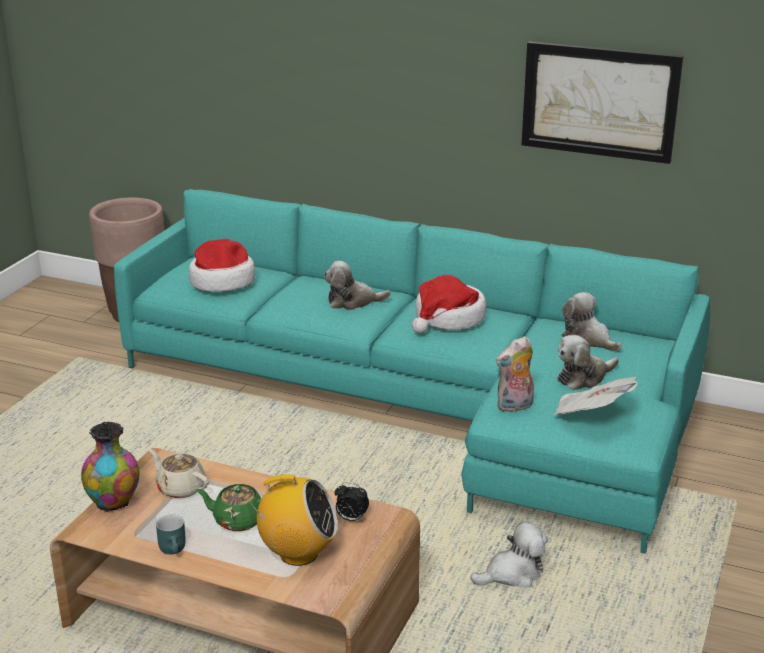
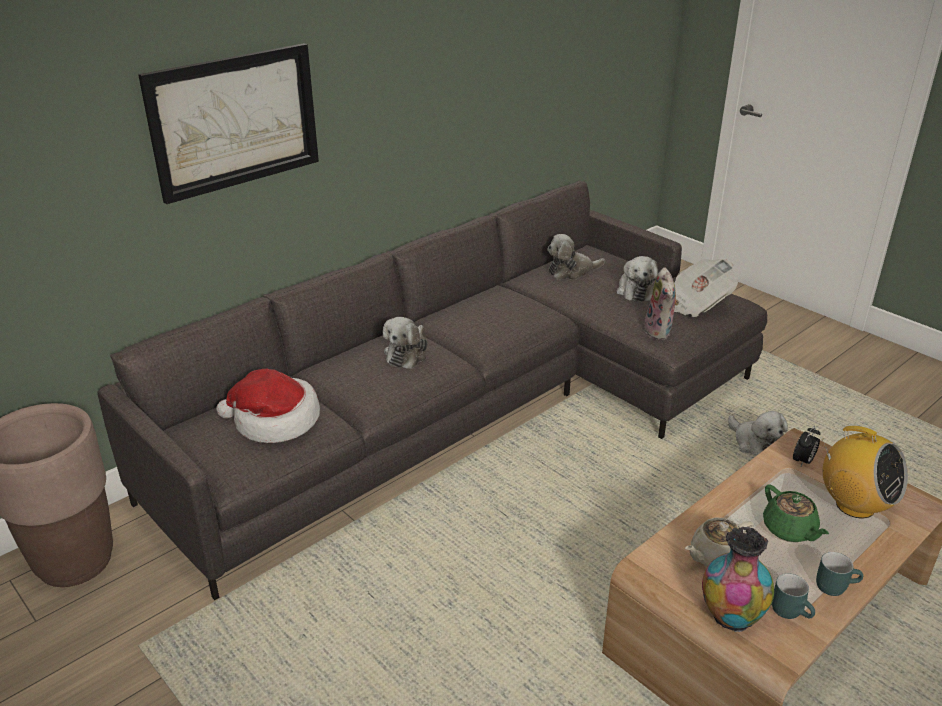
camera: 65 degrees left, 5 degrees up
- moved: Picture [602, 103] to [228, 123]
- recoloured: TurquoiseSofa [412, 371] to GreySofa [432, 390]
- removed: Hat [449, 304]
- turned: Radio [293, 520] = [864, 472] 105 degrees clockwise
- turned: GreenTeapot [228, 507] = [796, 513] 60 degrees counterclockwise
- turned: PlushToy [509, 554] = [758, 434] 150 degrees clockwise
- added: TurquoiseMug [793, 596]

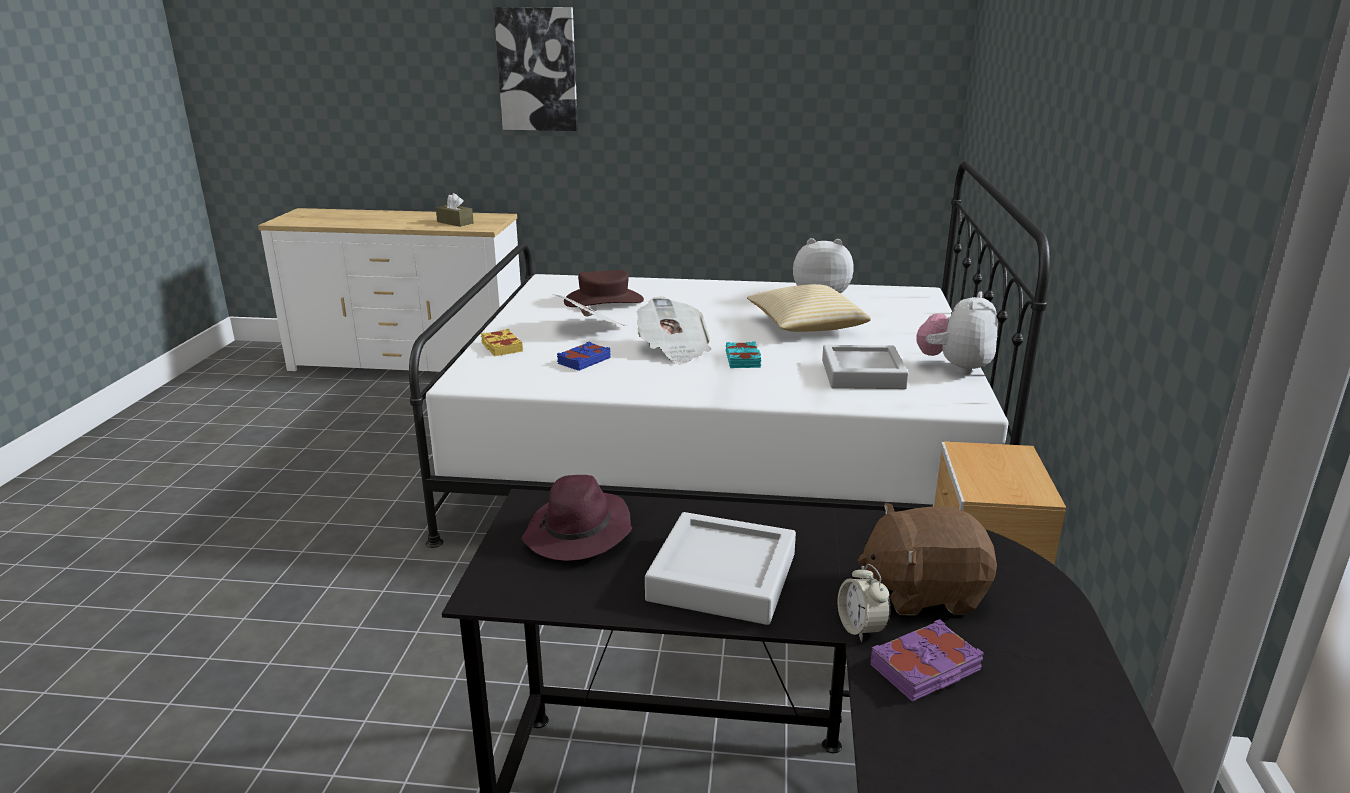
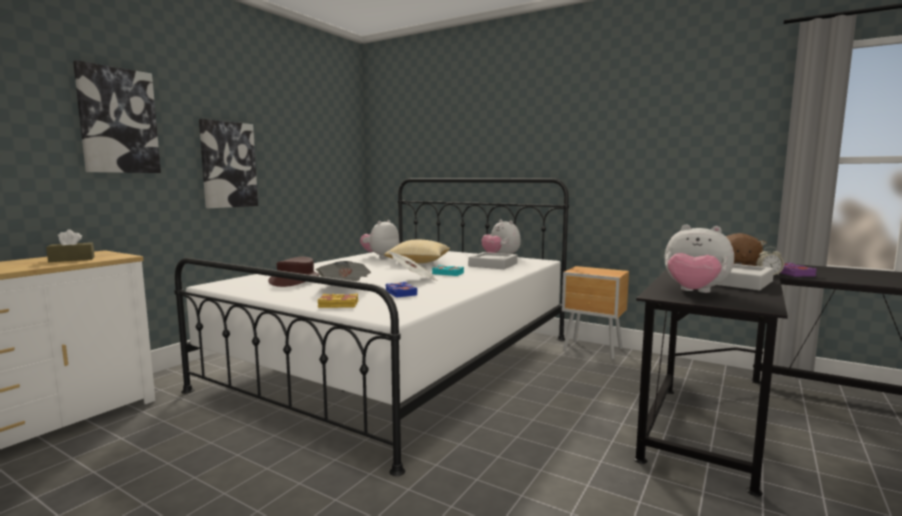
camera: 65 degrees left, 15 degrees down
- replaced: PurpleHat [577, 518] to PlushToy [699, 259]
- added: Picture [228, 163]

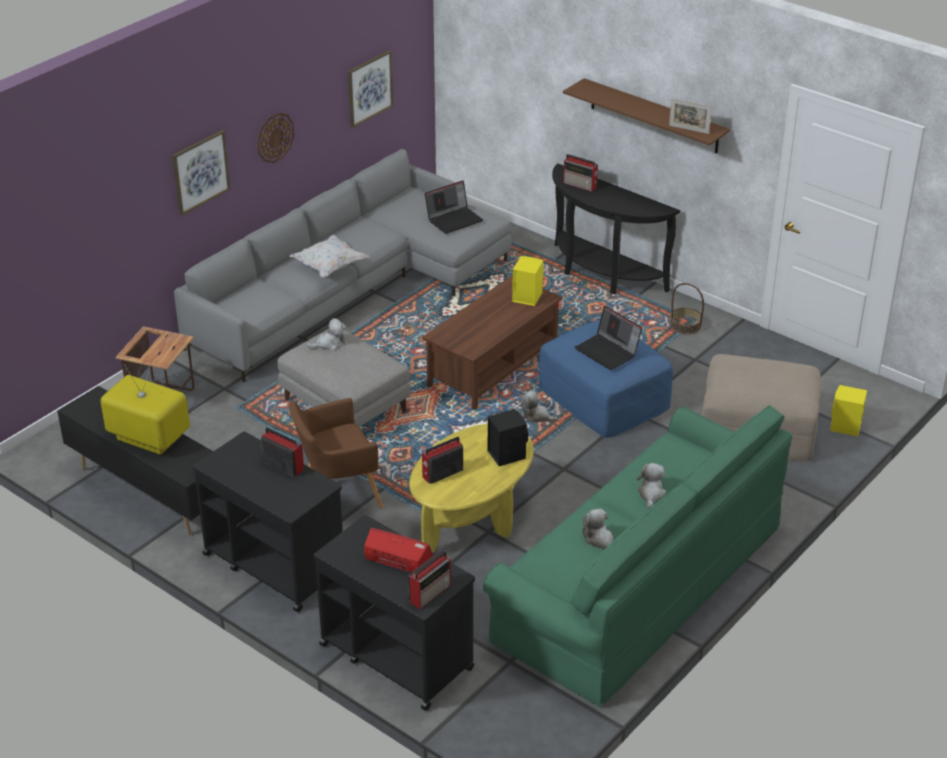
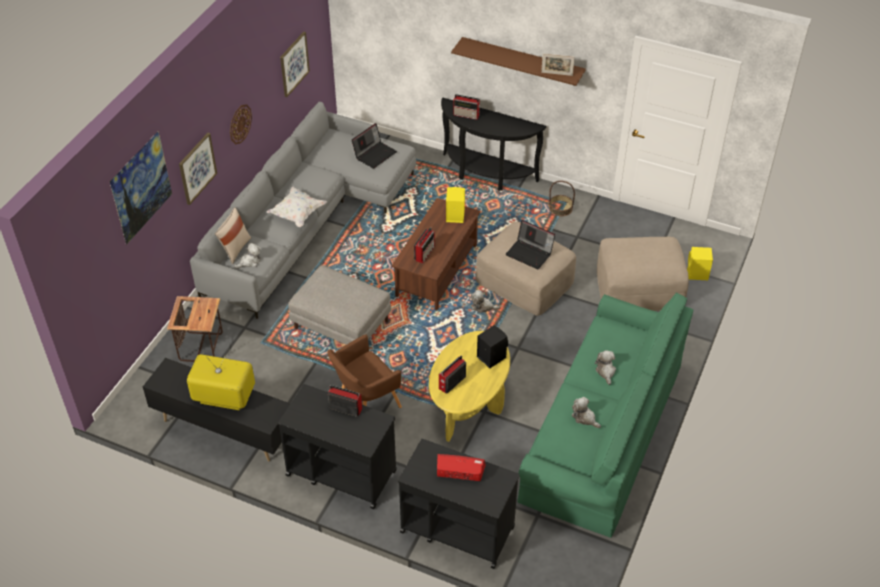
camera: 15 degrees left, 10 degrees up
- moved: PlushToy [326, 334] to [247, 256]
- recoloured: BlueOttoman [606, 378] to BeigeOttoman [526, 269]
- moved: Radio [429, 580] to [424, 245]
- added: Picture [141, 188]
- added: BeigePillow [233, 235]

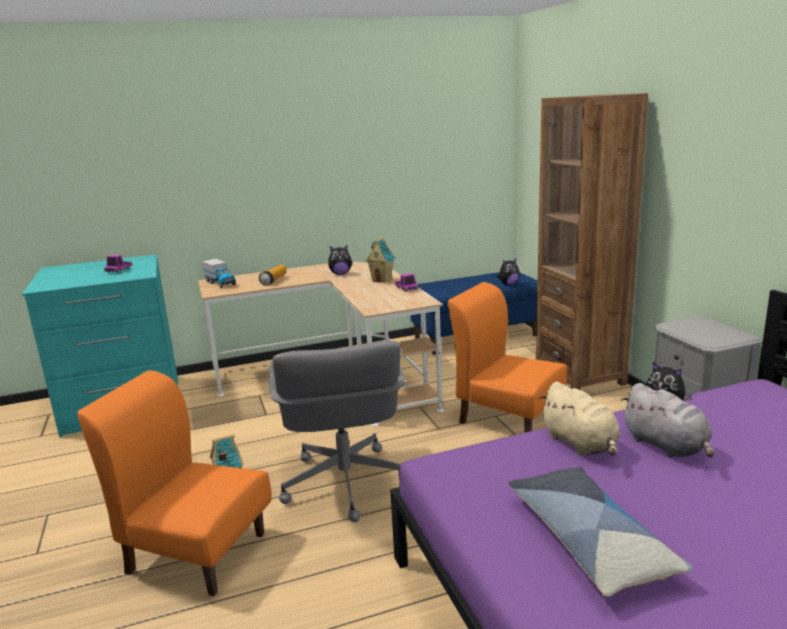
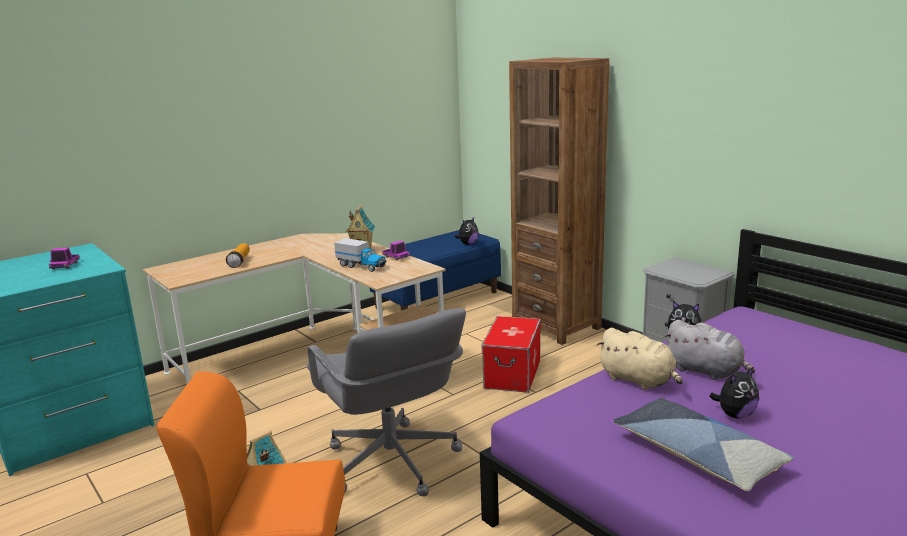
camera: 20 degrees left, 0 degrees up
- moved: PlushToy [340, 260] to [734, 392]
- moved: ToyTruck [219, 273] to [360, 255]
- replaced: OrangeChair [507, 357] to StorageBox [511, 354]

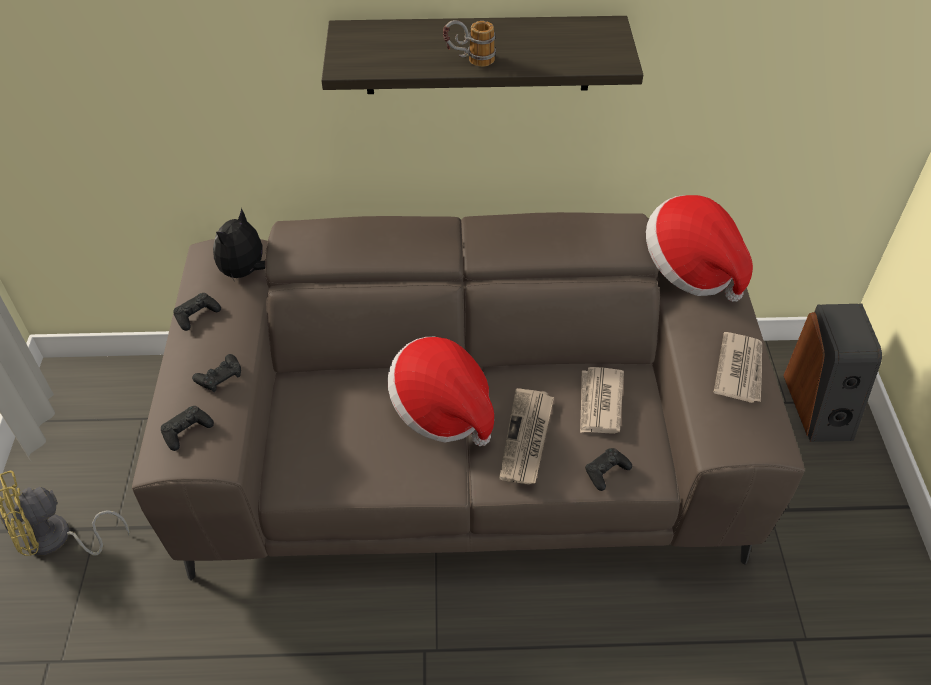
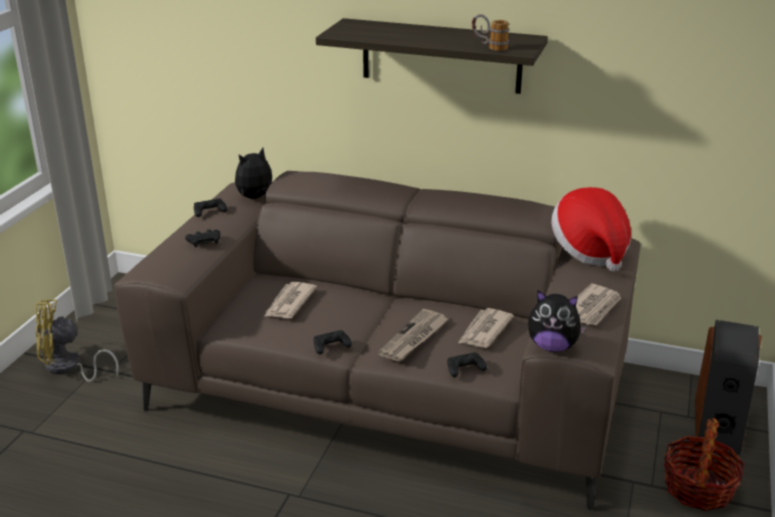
camera: 20 degrees right, 20 degrees down
- moved: Mug [469, 43] to [490, 32]
- removed: Hat [440, 391]
- moved: BlackGameController [187, 428] to [333, 342]
- added: Newspaper [291, 300]
- added: PlushToy [557, 321]
- added: Basket [704, 464]

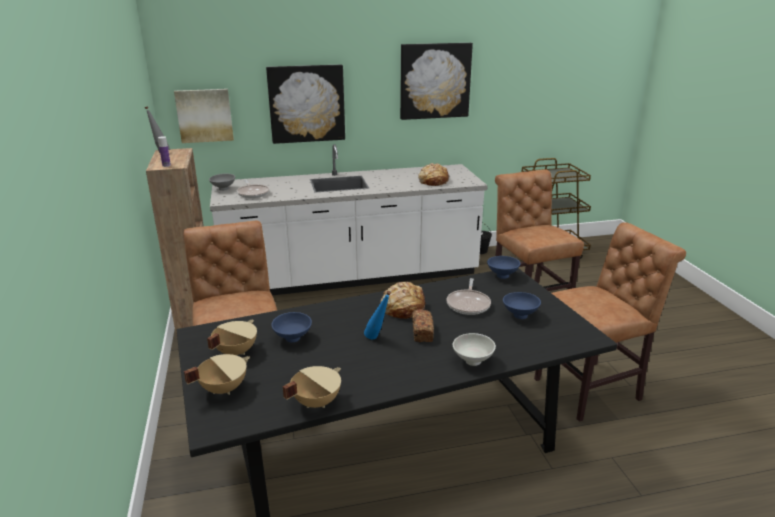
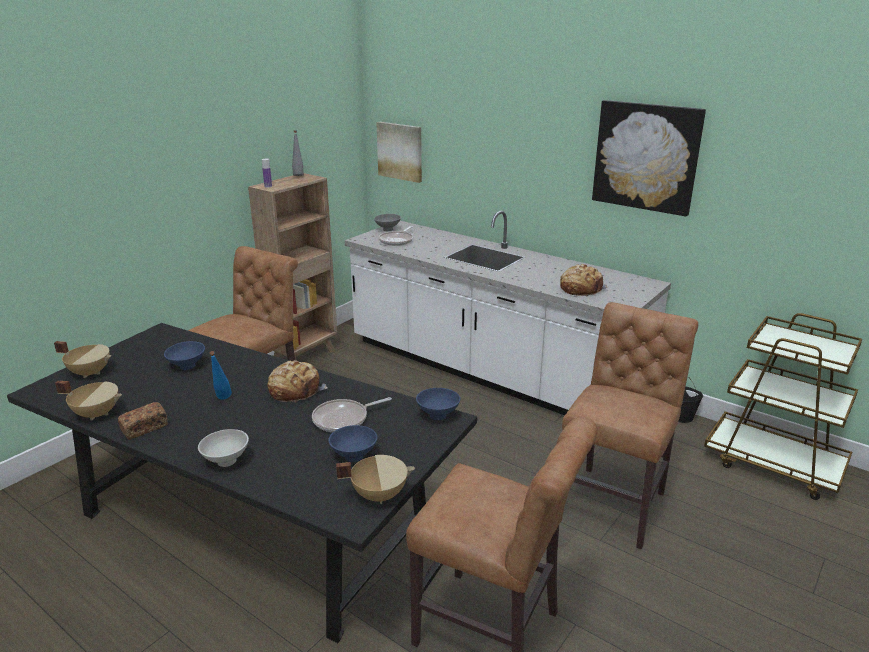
camera: 50 degrees right, 0 degrees up
- removed: Picture [305, 104]
- moved: Bread [423, 325] to [143, 421]
- moved: BeigeCookingPot [232, 337] to [375, 479]

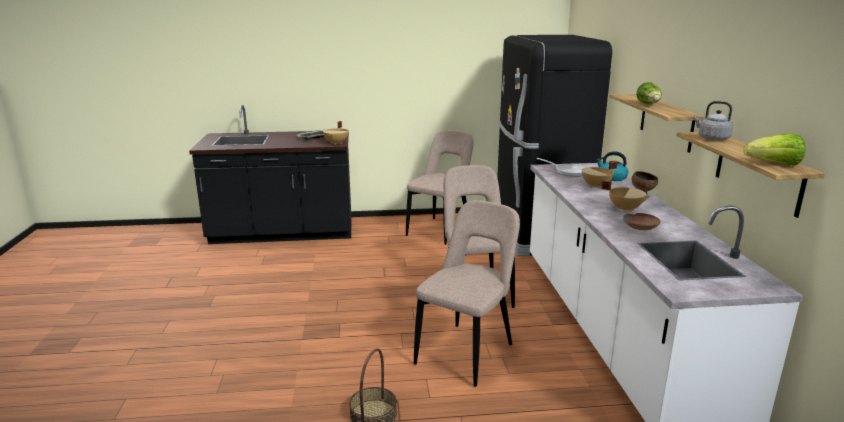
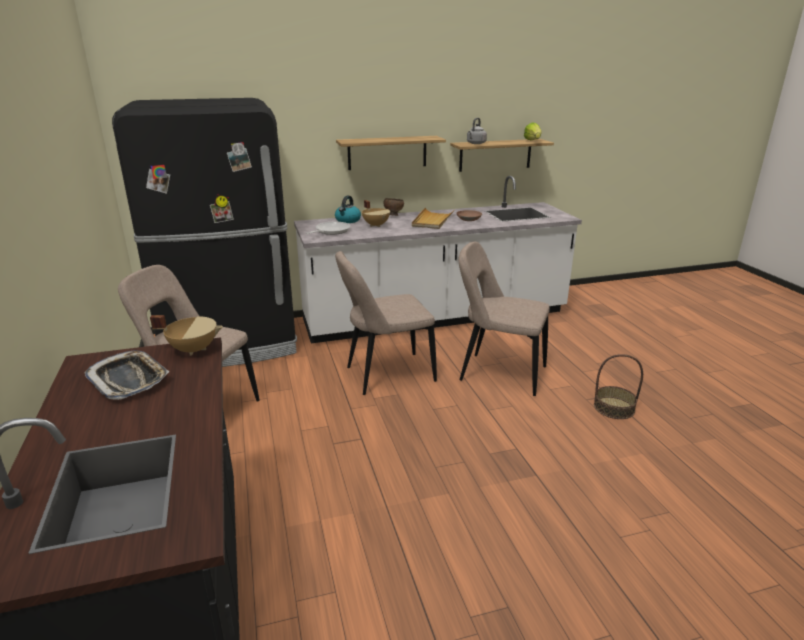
camera: 100 degrees left, 5 degrees up
- removed: Lettuce [649, 93]
- replaced: BeigeCookingPot [626, 196] to BeigeTray [433, 218]

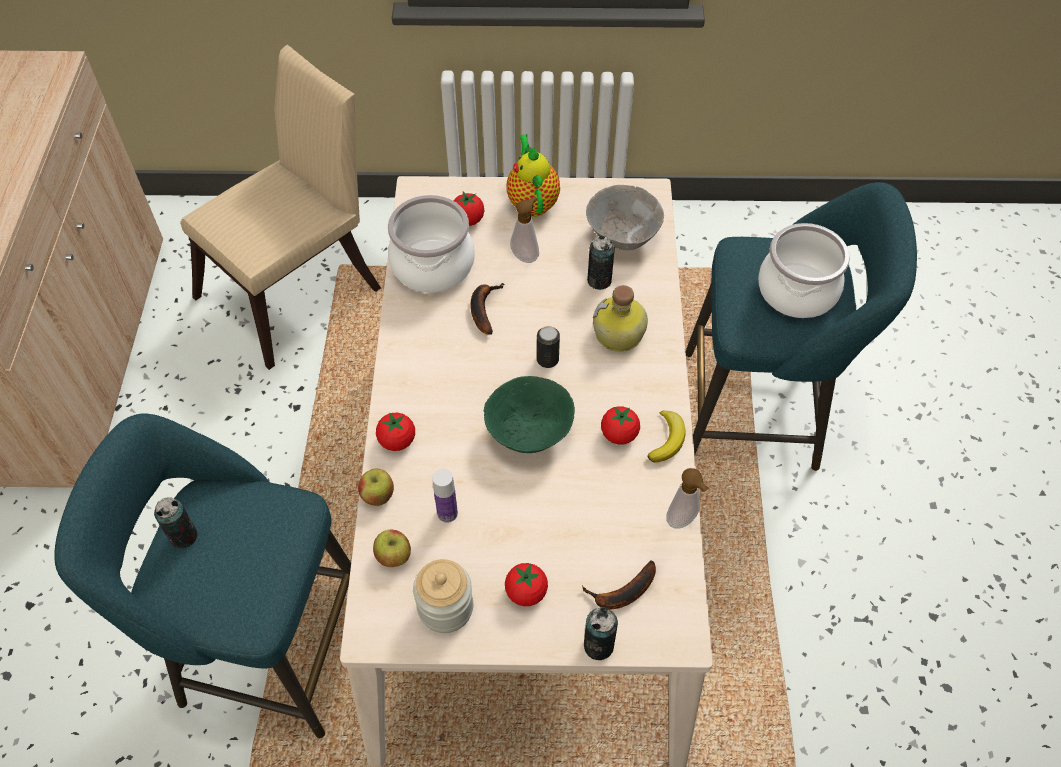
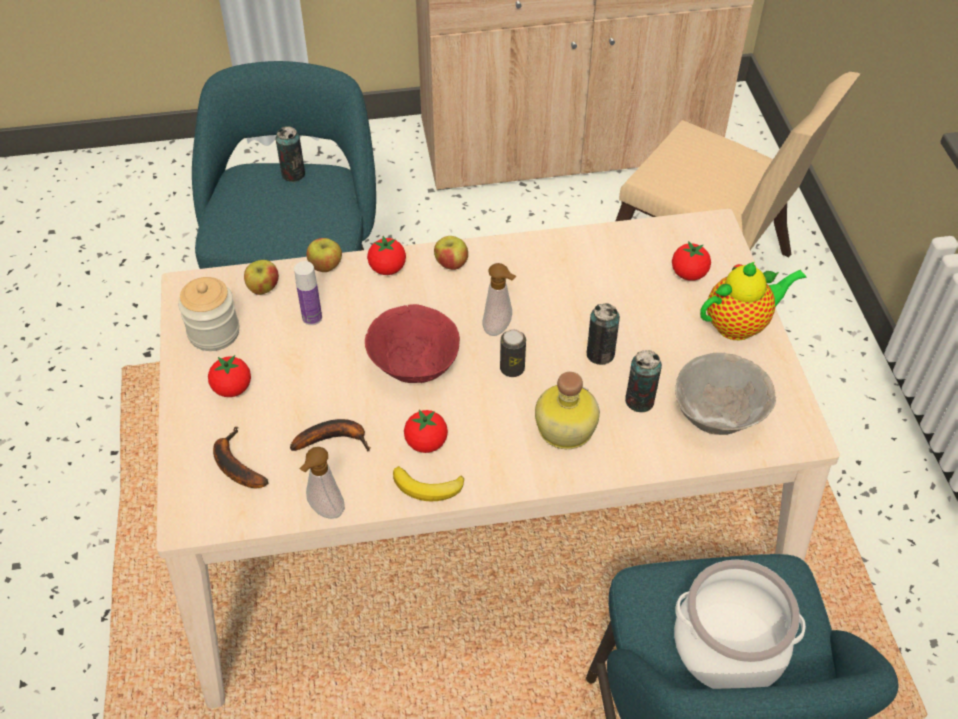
camera: 80 degrees right, 5 degrees down
- removed: CookingPot [431, 244]
- moved: SoapDispenser [524, 229] to [499, 299]
- moved: Banana [487, 309] to [330, 435]
- recoloured: GreenBowl [529, 414] to RedBowl [412, 343]
- moved: Can [601, 634] to [603, 334]
- added: Apple [451, 253]

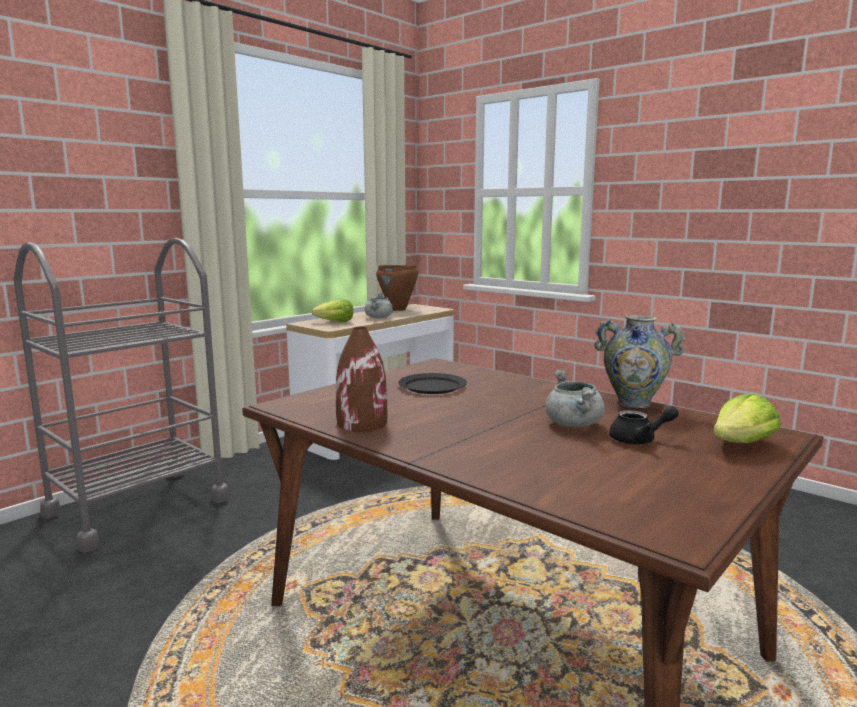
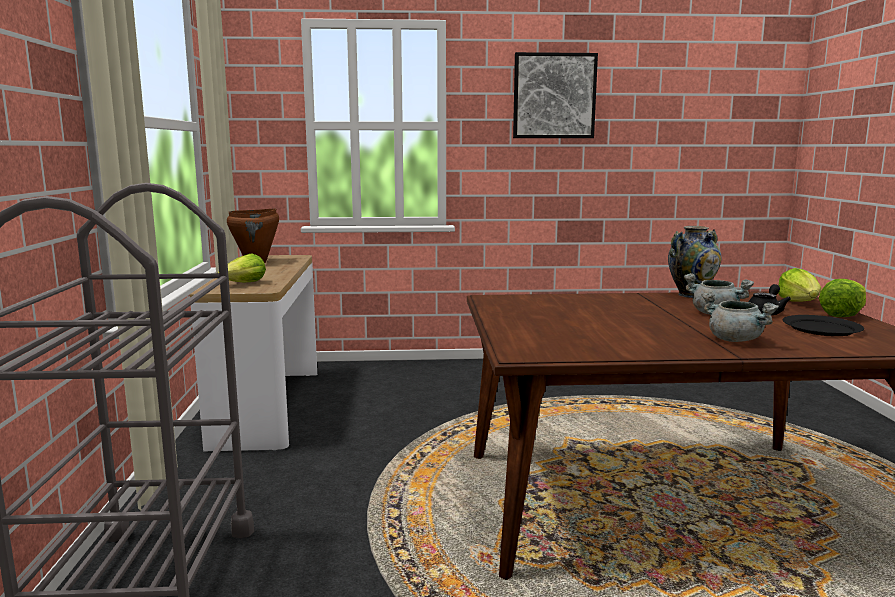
camera: 45 degrees left, 0 degrees up
- moved: GreyCookingPot [379, 305] to [740, 317]
- removed: BrownVase [361, 379]
- moved: BlackPlate [432, 383] to [823, 325]
- added: Picture [555, 95]
- added: Lettuce [842, 298]

